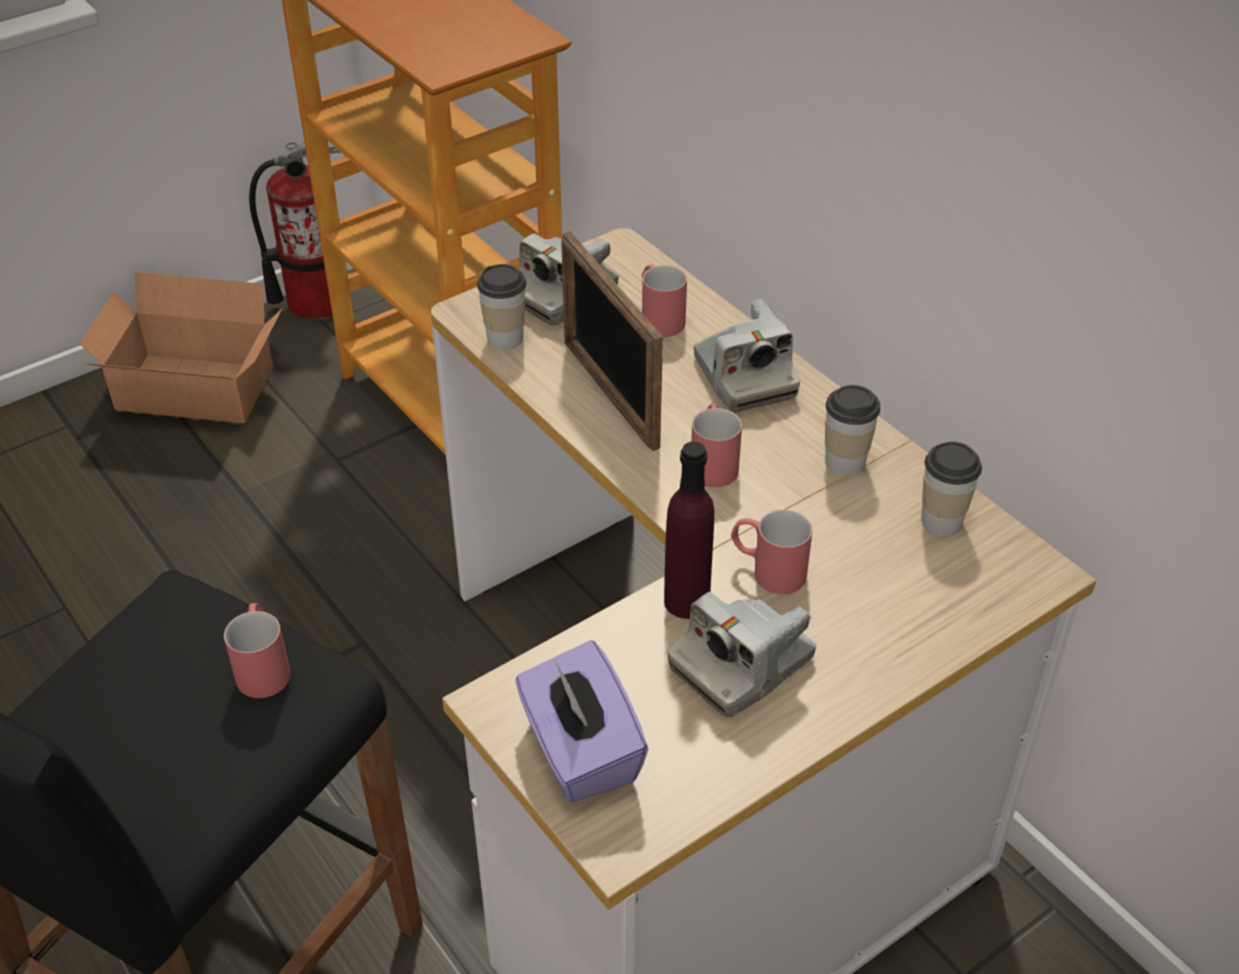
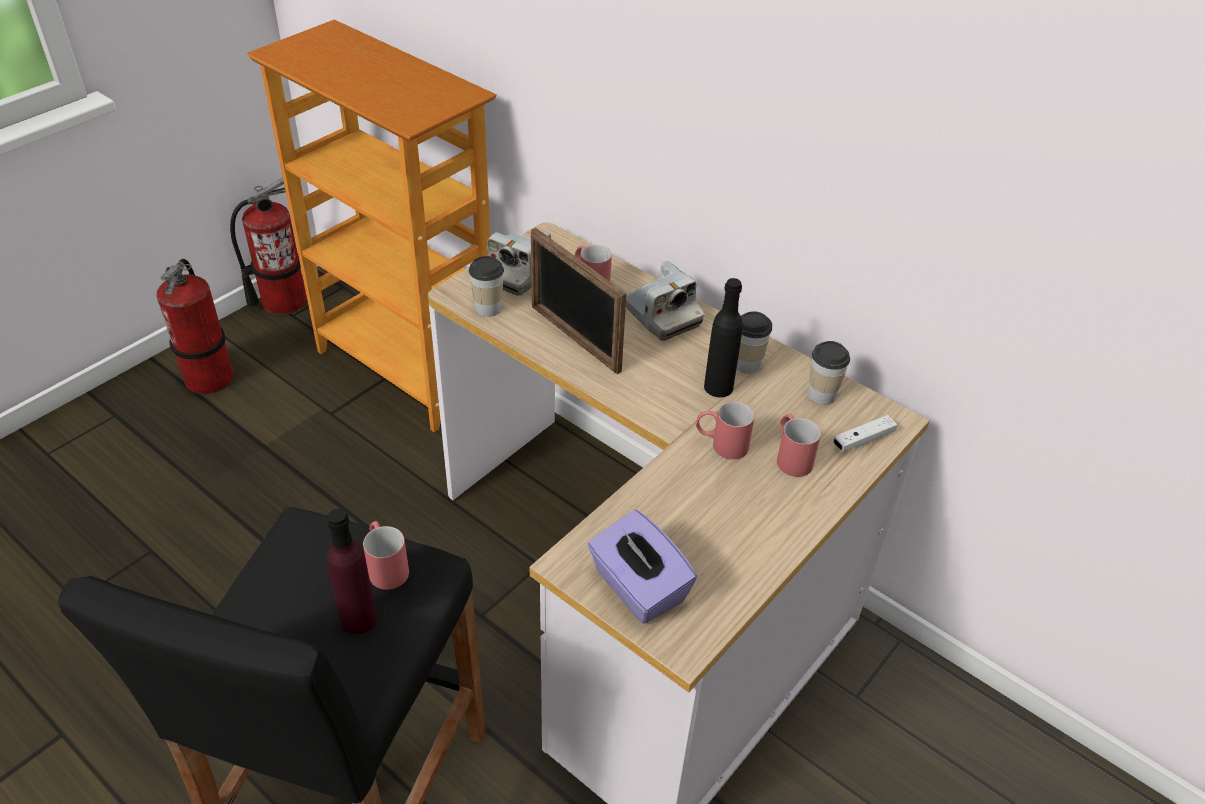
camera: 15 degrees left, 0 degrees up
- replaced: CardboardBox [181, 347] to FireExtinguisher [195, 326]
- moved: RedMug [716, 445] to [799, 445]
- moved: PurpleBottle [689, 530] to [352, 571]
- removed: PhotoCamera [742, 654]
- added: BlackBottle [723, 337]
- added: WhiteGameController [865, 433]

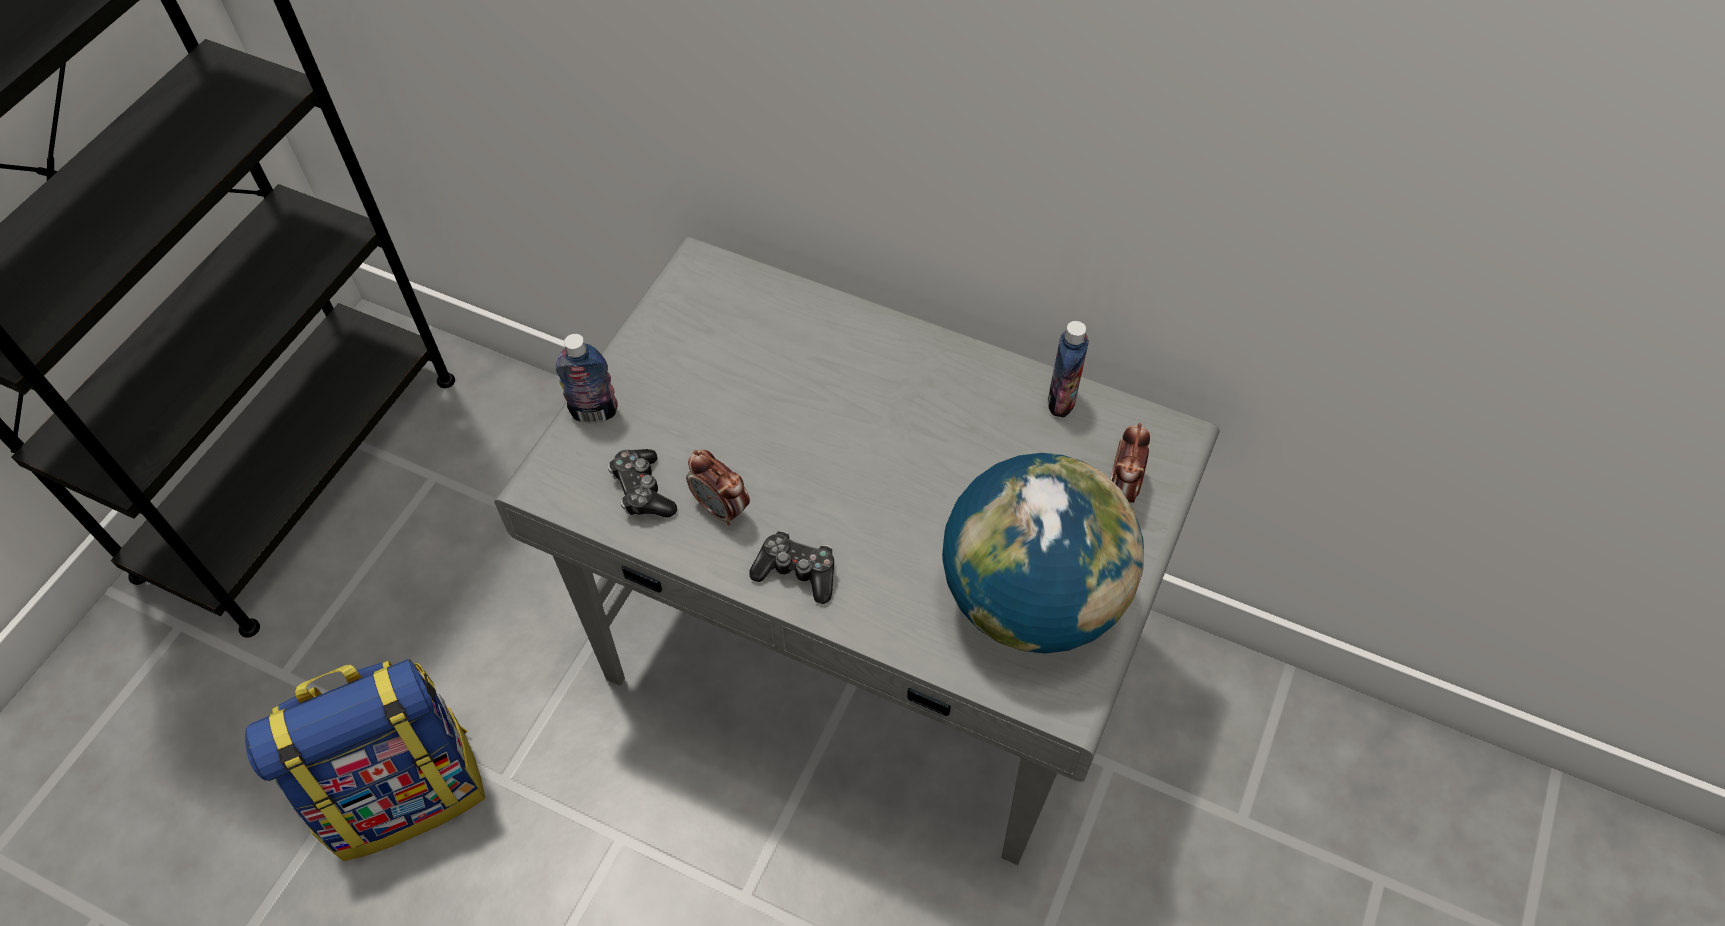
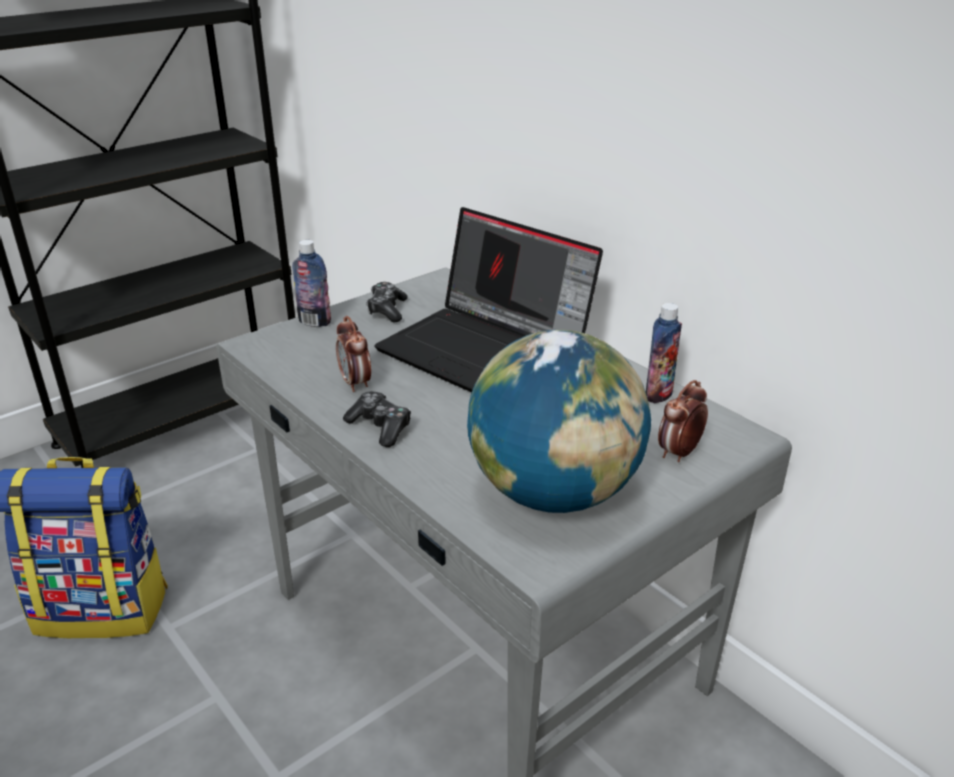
camera: 25 degrees right, 25 degrees down
- moved: GameController [642, 483] to [387, 302]
- added: Laptop [488, 299]

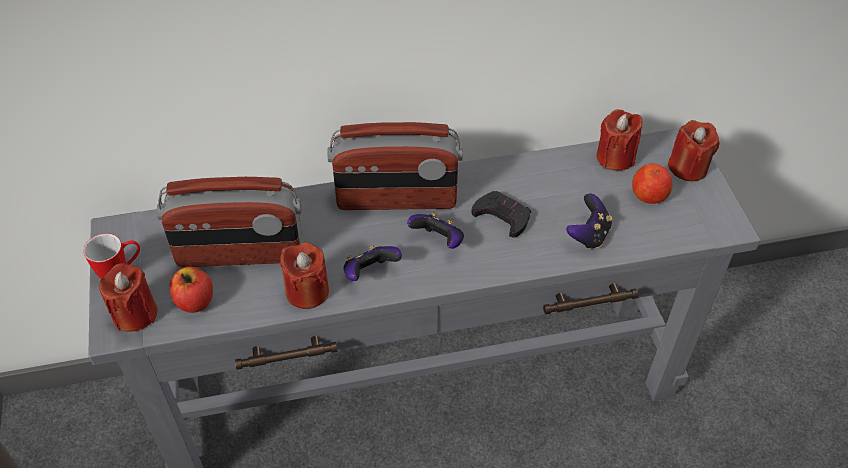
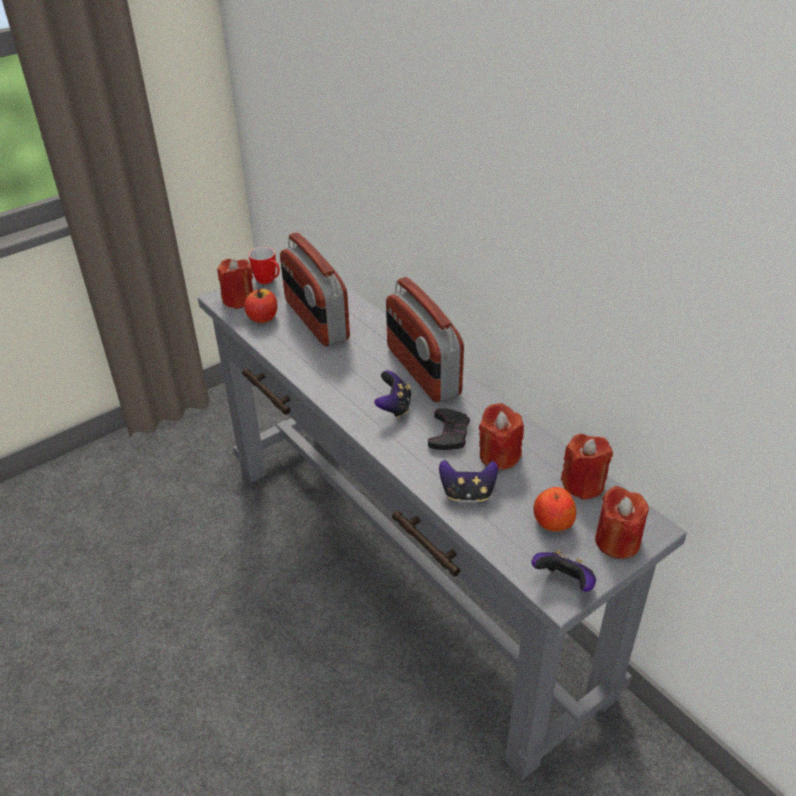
camera: 65 degrees right, 10 degrees down
- moved: RedCandle [304, 275] to [501, 436]
- moved: GameController [373, 263] to [564, 570]

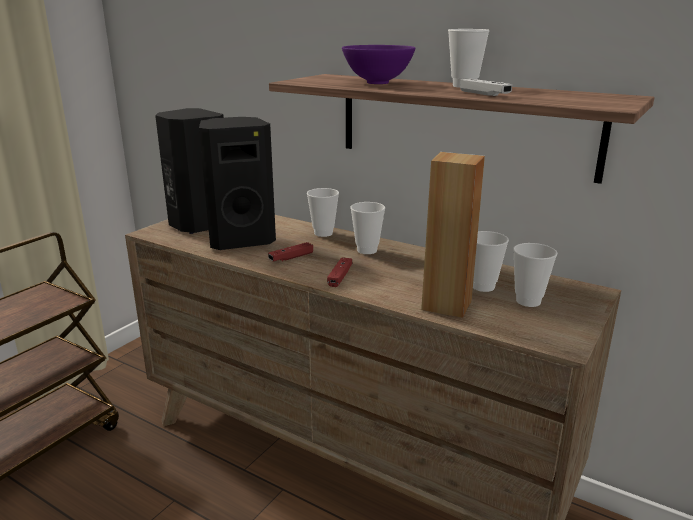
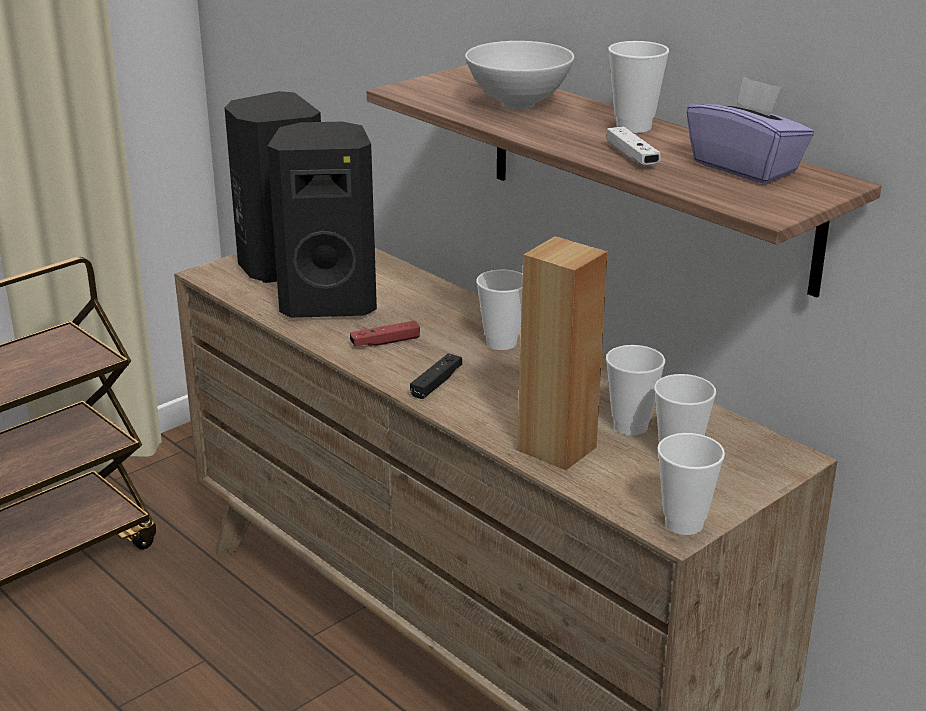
camera: 15 degrees right, 5 degrees up
- recoloured: PurpleBowl [379, 64] to WhiteBowl [519, 75]
- moved: Cup [323, 212] to [691, 484]
- recoloured: RedGameController [339, 272] to BlackGameController [436, 376]
- added: PurpleTissueBox [750, 130]

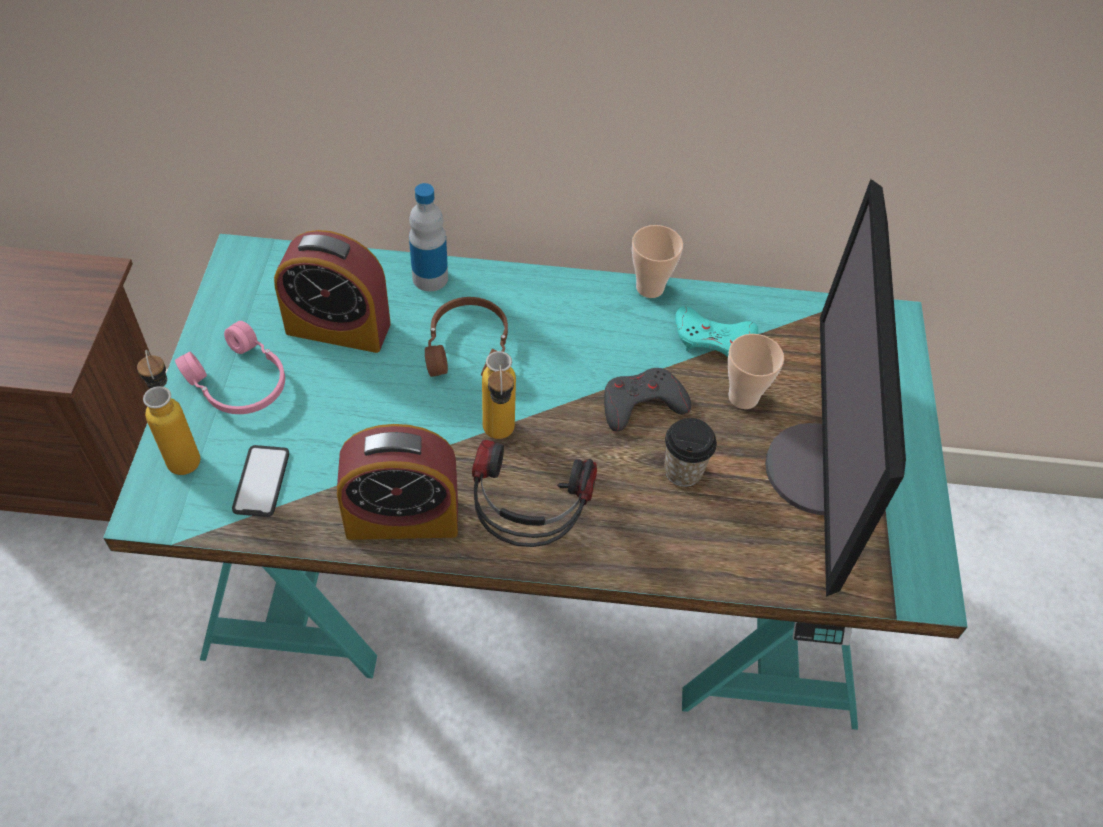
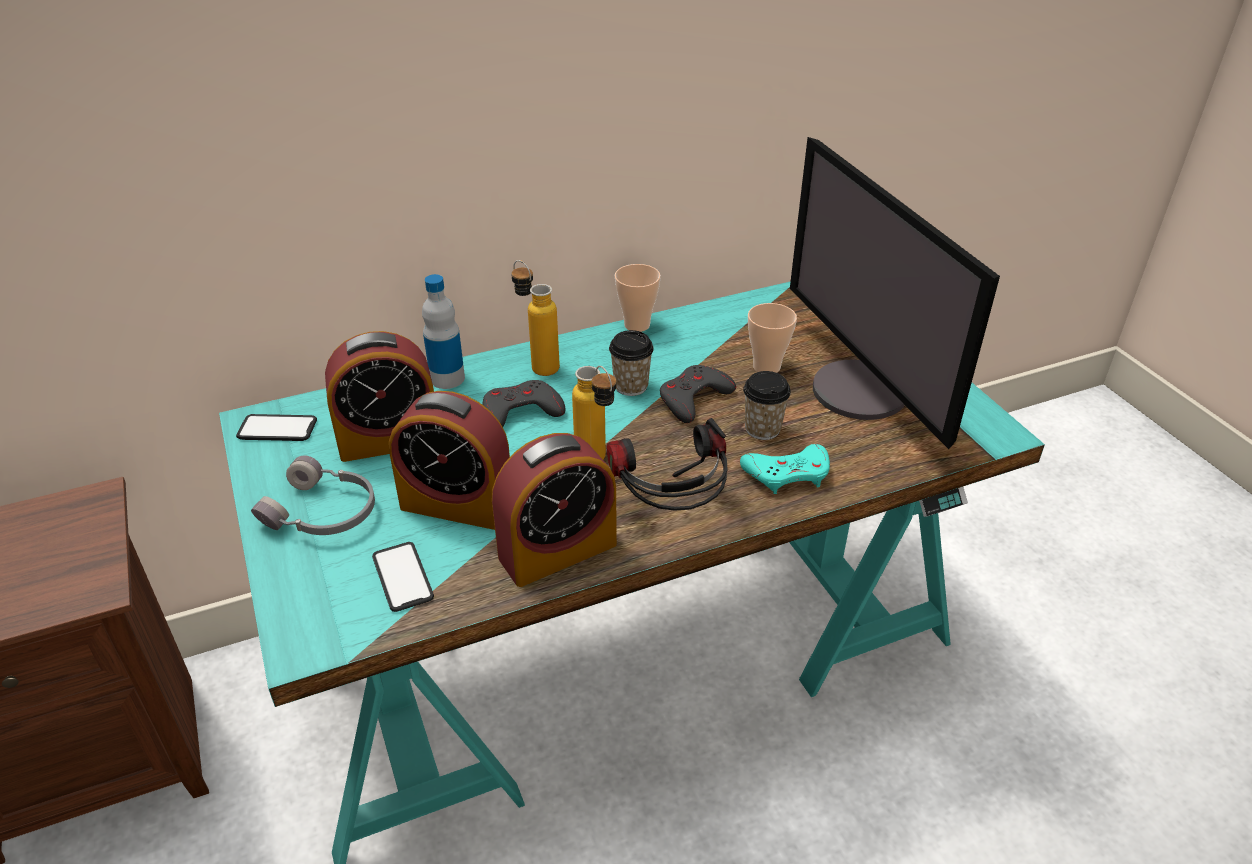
camera: 25 degrees left, 15 degrees down
- replaced: BrownHeadphones [466, 337] to GreyGameController [523, 403]
- moved: TurquoiseGameController [716, 331] to [785, 469]
- recoloured: PinkHeadphones [230, 367] to GreyHeadphones [313, 495]
- moved: Bottle [168, 412] to [535, 318]
- added: Cup [631, 363]
- added: AlarmClock [449, 460]
- added: Phone [276, 427]

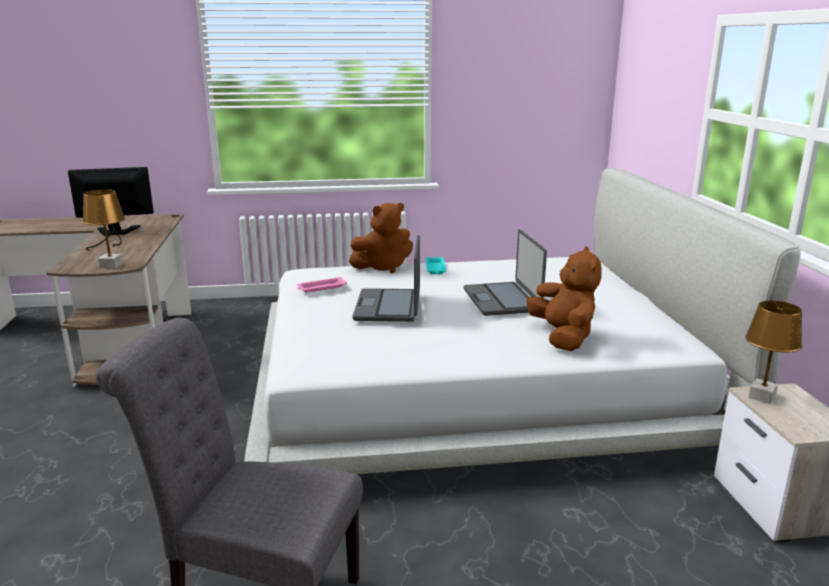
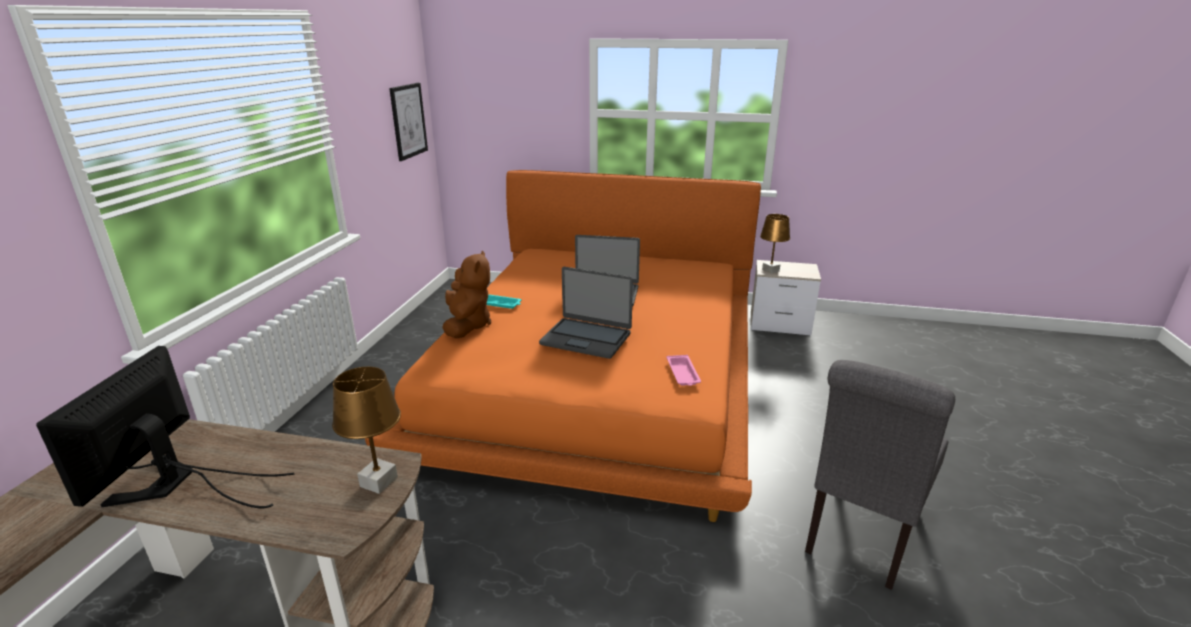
camera: 70 degrees left, 5 degrees up
- recoloured: WhiteBed [522, 321] to OrangeBed [563, 346]
- removed: BrownPlushToy [564, 298]
- moved: PinkTray [322, 285] to [684, 370]
- added: Picture [408, 122]

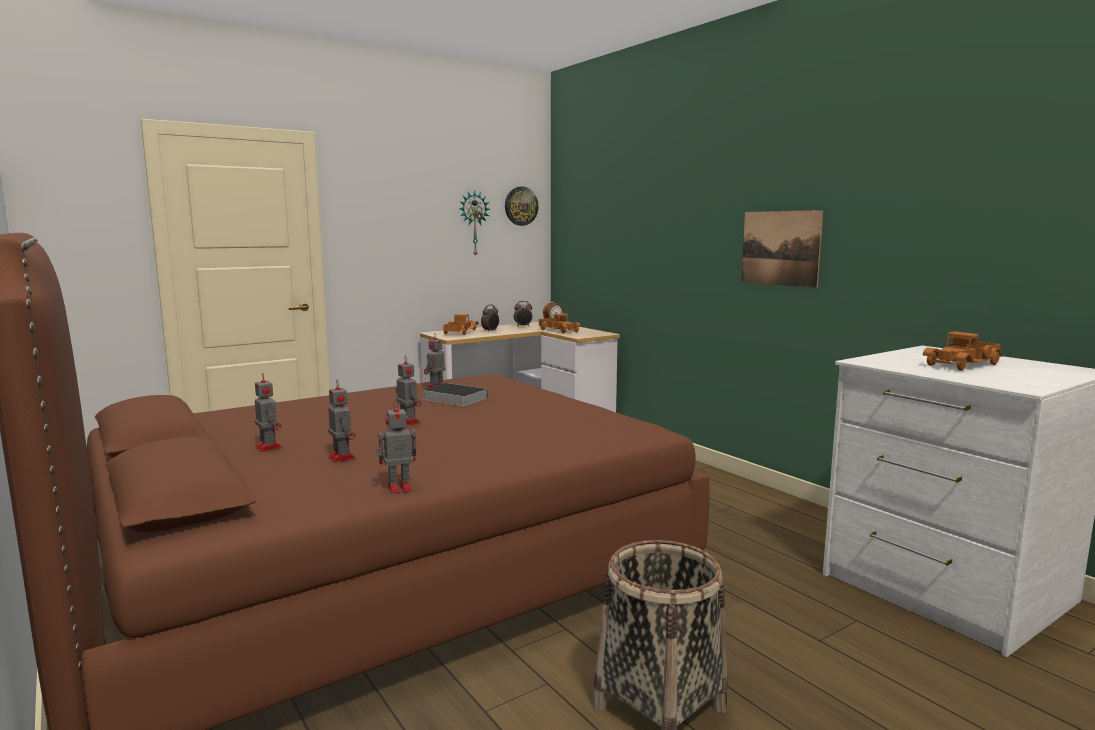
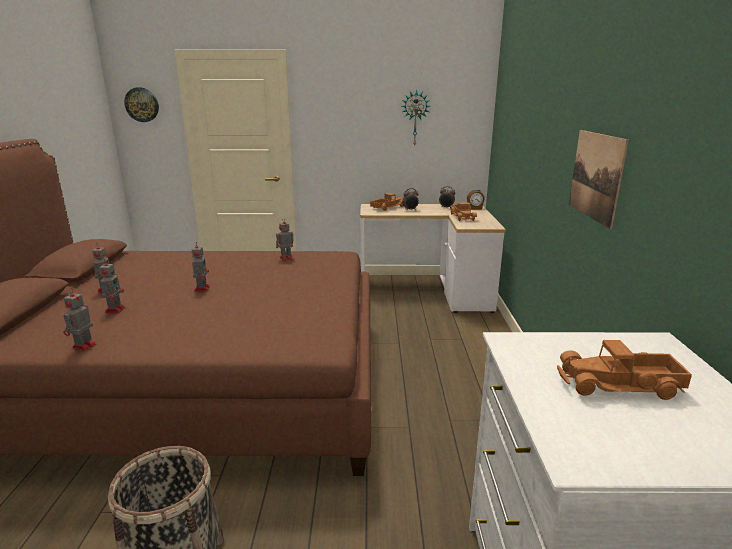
camera: 35 degrees right, 10 degrees up
- moved: WallClock [522, 206] to [141, 104]
- removed: Book [455, 394]
- turned: ToyRobot [396, 447] = [80, 319] 90 degrees counterclockwise

